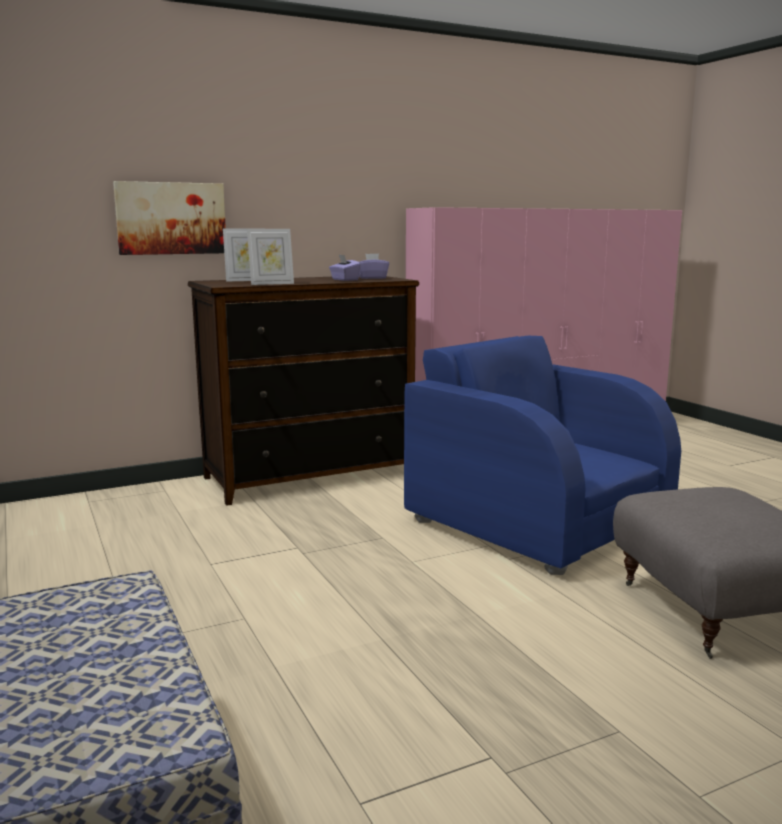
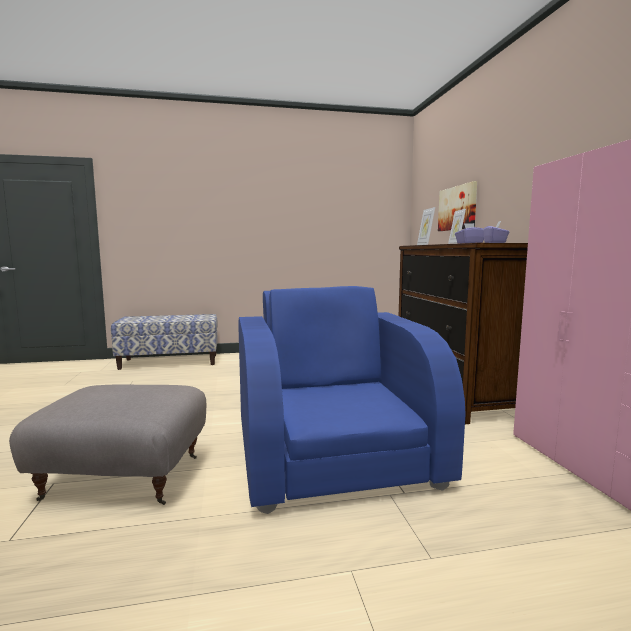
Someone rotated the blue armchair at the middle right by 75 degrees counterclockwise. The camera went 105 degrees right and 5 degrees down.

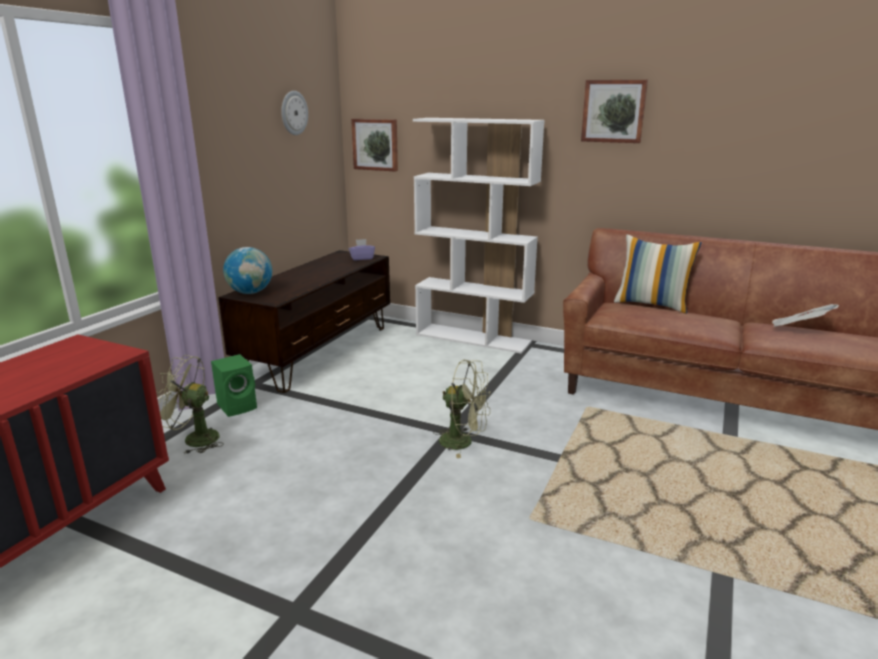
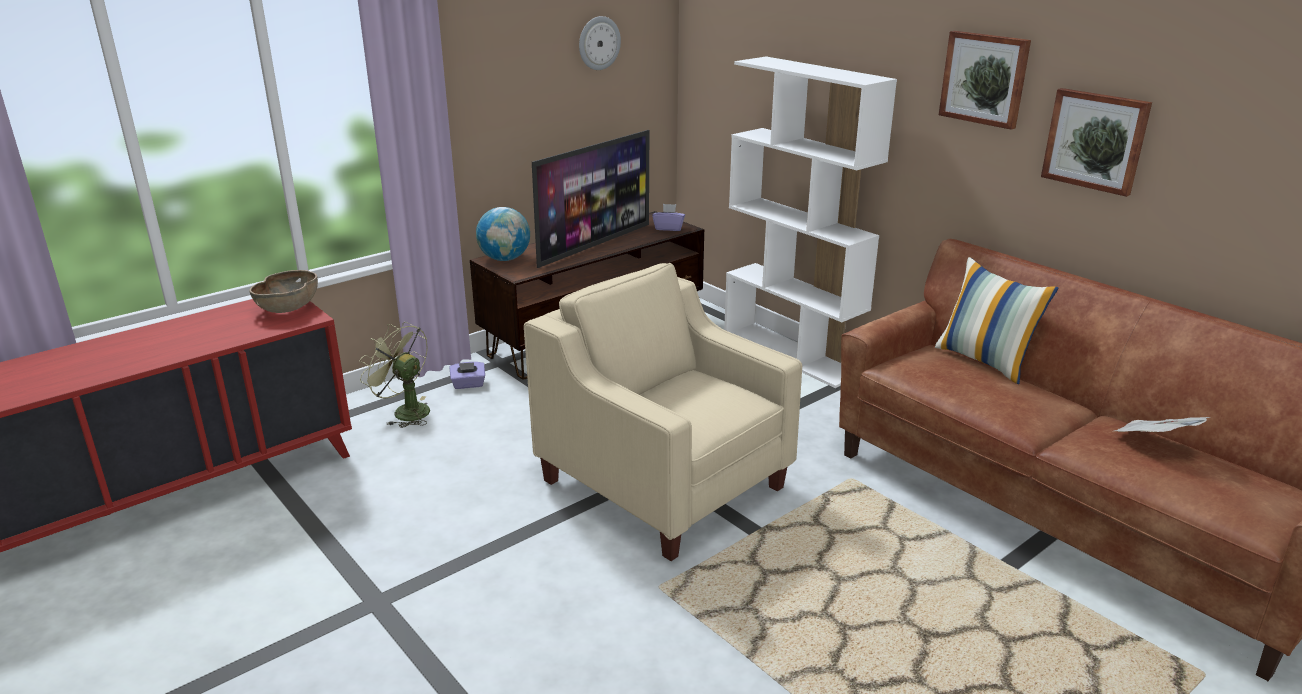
Someone put down the brown-coloured bowl at the middle left. Someone put down the television at the top centre. Someone carried the wall picture (no. 1 from left in the first image) from the top centre to the top right. Someone swapped the green-coloured audio speaker at the middle left for the purple tissue box (no. 1 from left) at the centre. Someone swapped the green-coloured electric fan (no. 2 from left) at the centre for the sand-coloured armchair at the centre. The camera went 25 degrees right and 5 degrees up.

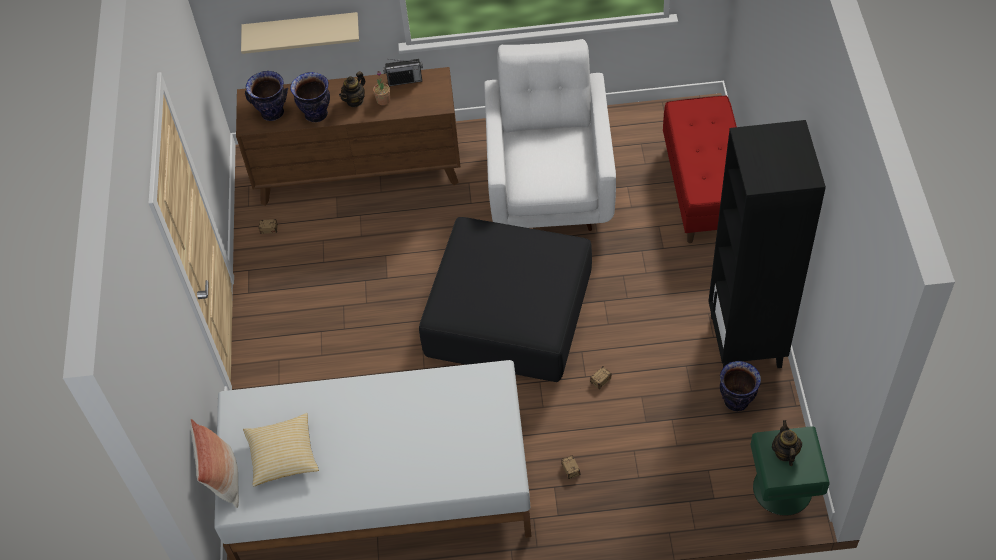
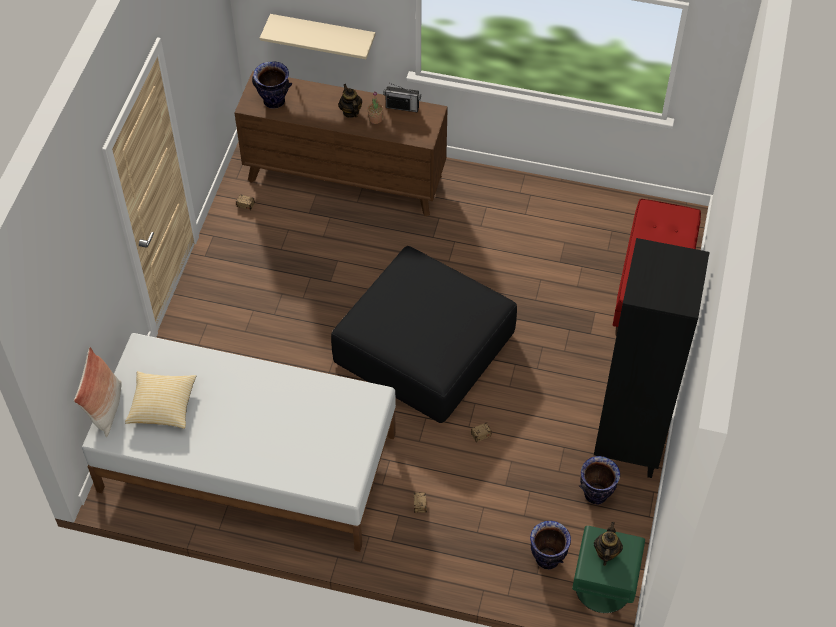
Someone took away the white armchair at the top centre. Someone carried the decorative vase (no. 2 from left) from the top left to the bottom centre. Someone rotated the pot for tea (no. 1 from left) at the top centre by 105 degrees clockwise. The camera went 15 degrees right and 0 degrees up.

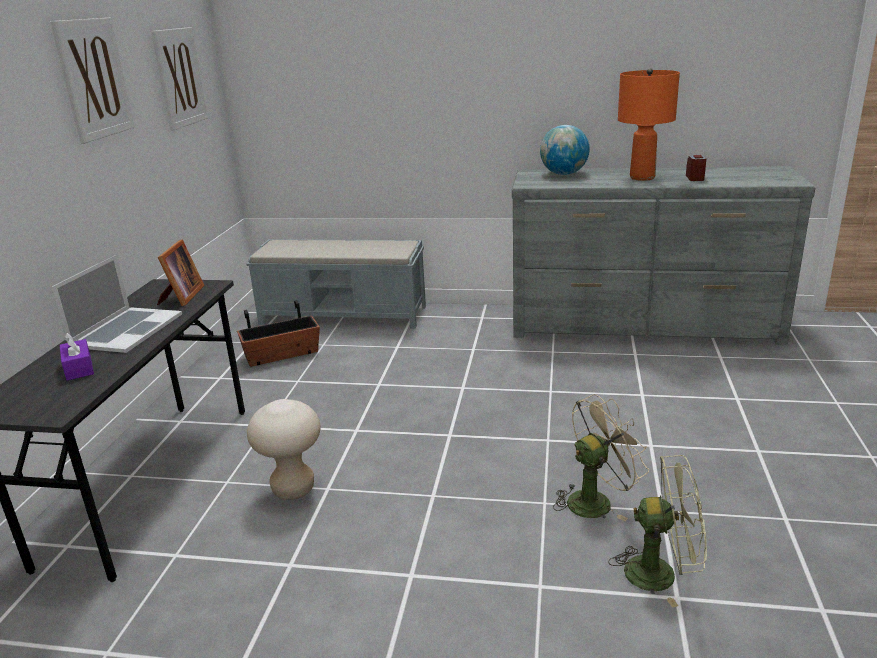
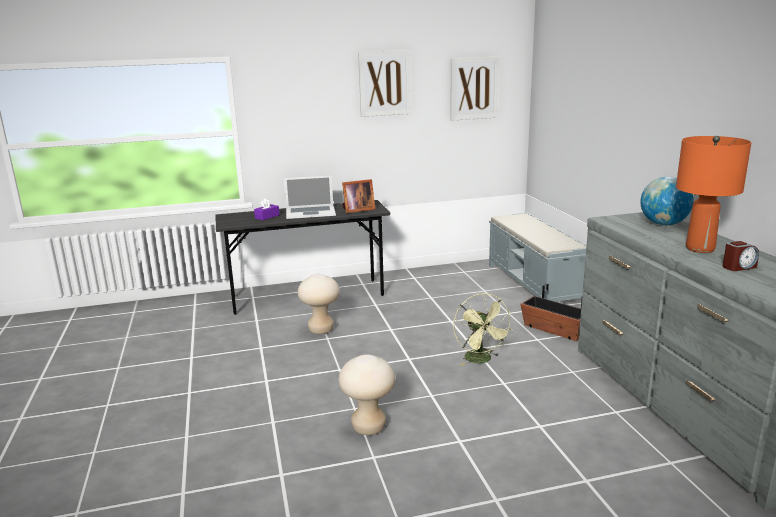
Someone carried the plant pot from the middle left to the middle right. Someone carried the green-coloured electric fan from the bottom right to the centre. Someone swapped the sand-coloured electric fan at the bottom right for the sand-coloured sitting stool (no. 2 from left) at the bottom centre. The camera went 65 degrees right and 5 degrees down.

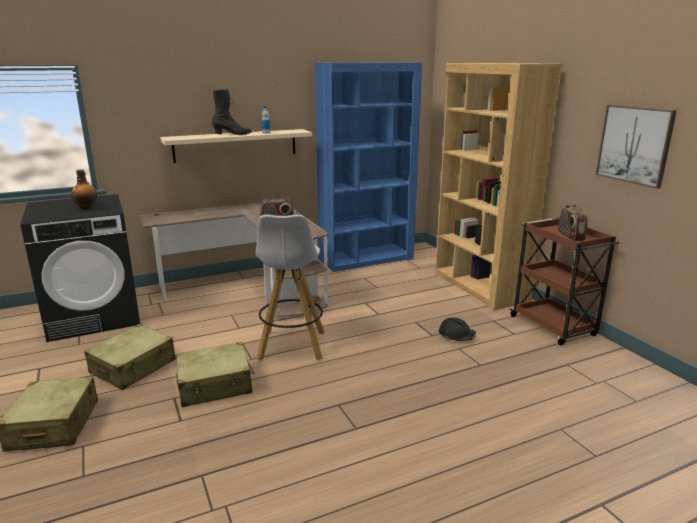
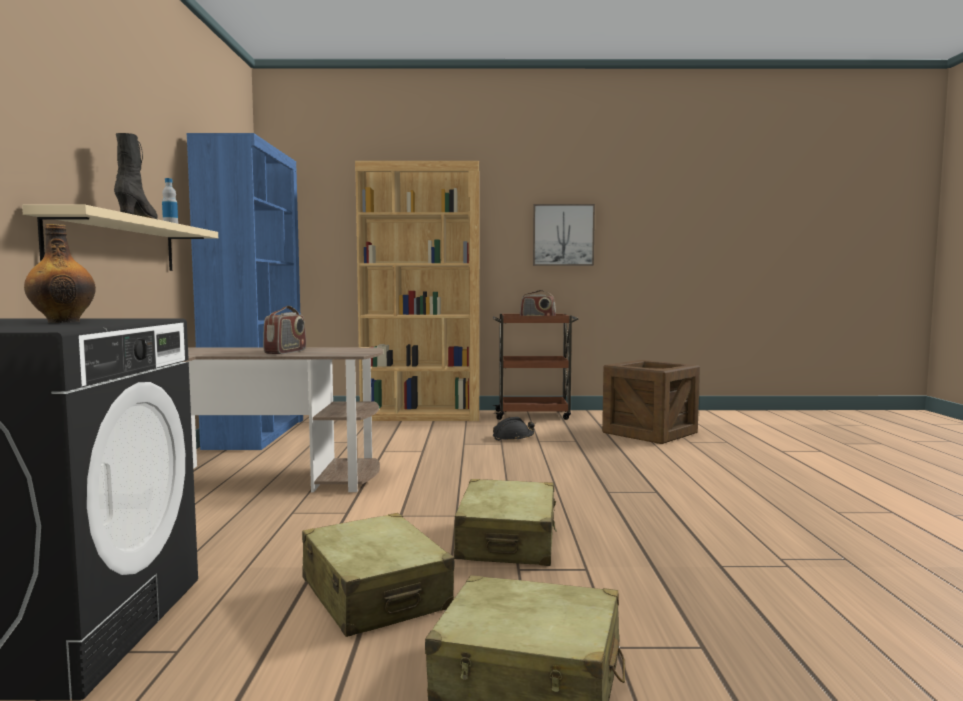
Someone took away the white sitting stool at the centre. Someone put down the packing crate at the middle right. The camera went 65 degrees left and 15 degrees down.

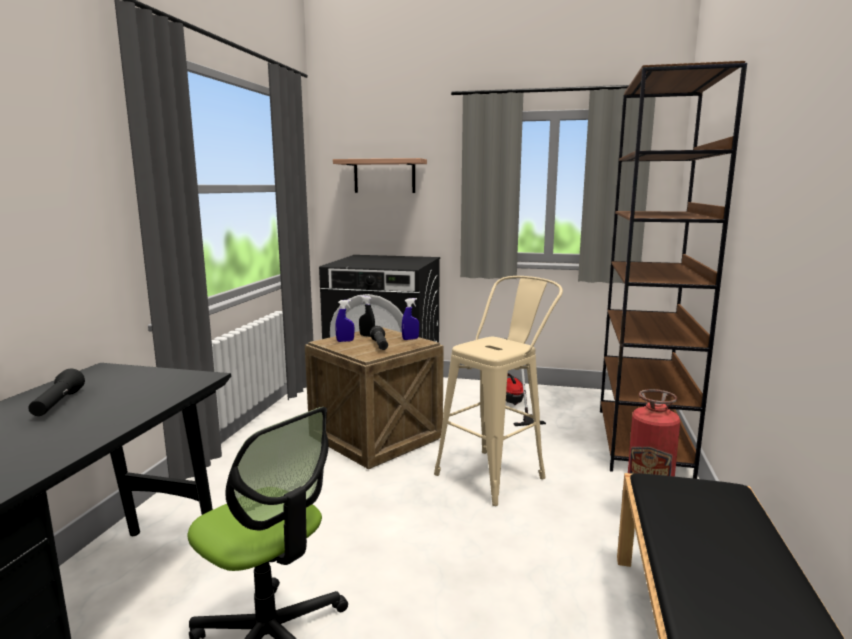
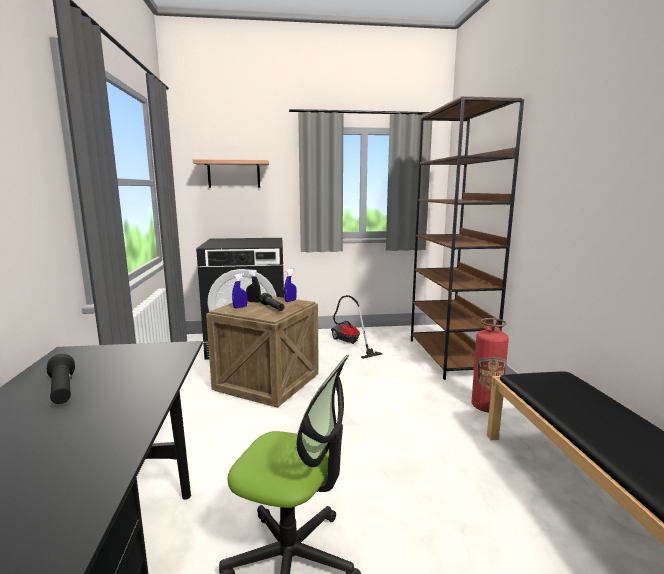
Someone took away the sand-coloured sitting stool at the centre. The camera went 20 degrees left and 0 degrees up.

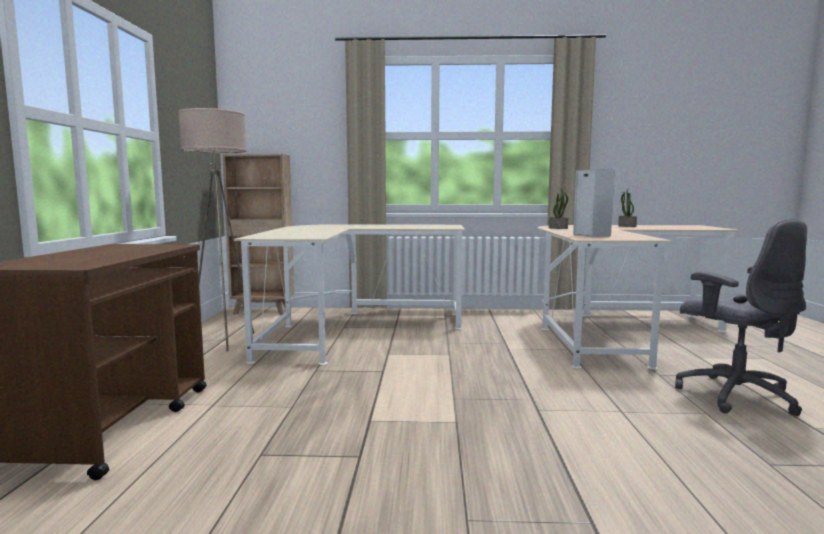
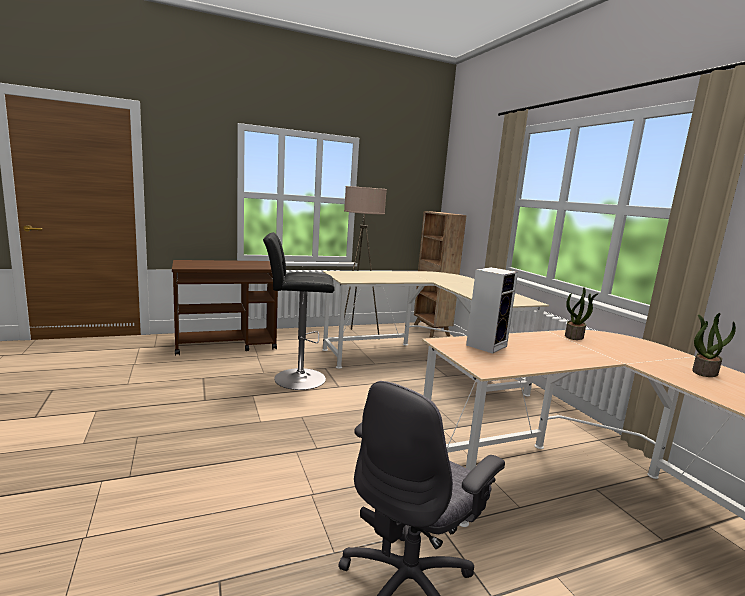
Someone put down the black-coloured sitting stool at the centre. The camera went 65 degrees right and 5 degrees up.

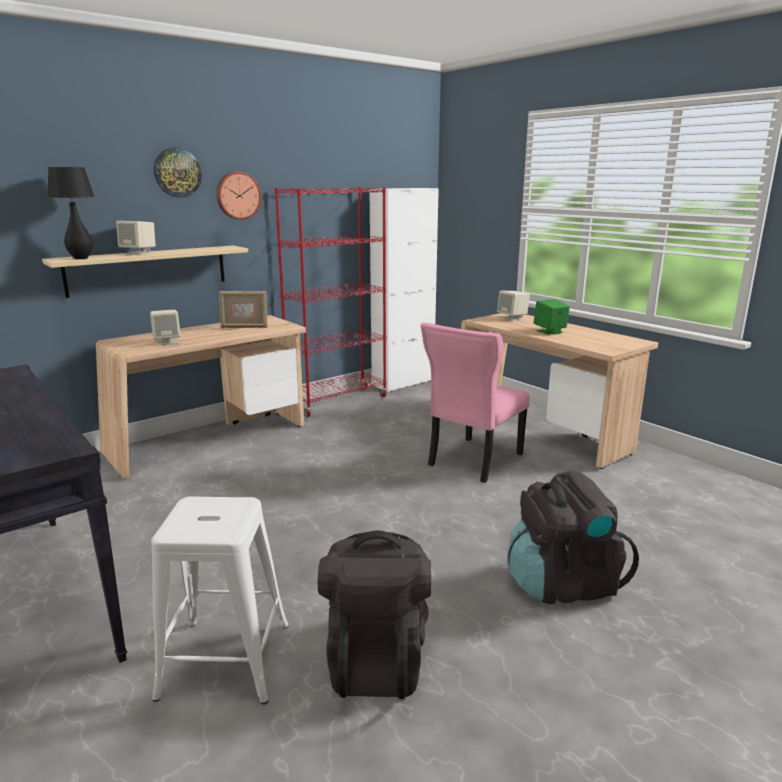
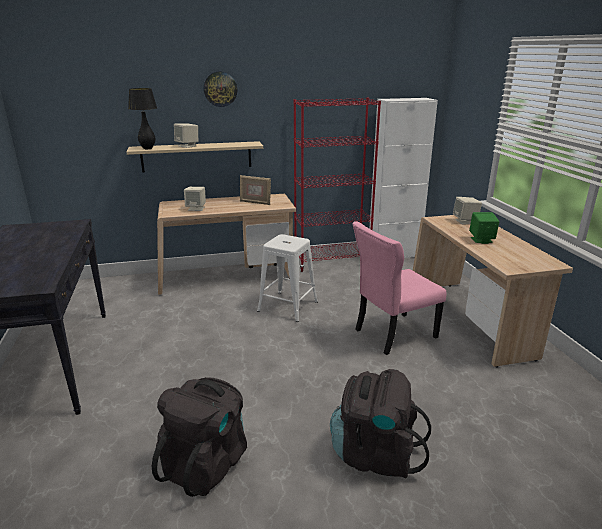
Someone took away the wall clock (no. 2 from left) at the top left. Someone carried the white sitting stool from the bottom left to the centre. The camera went 25 degrees right and 5 degrees up.

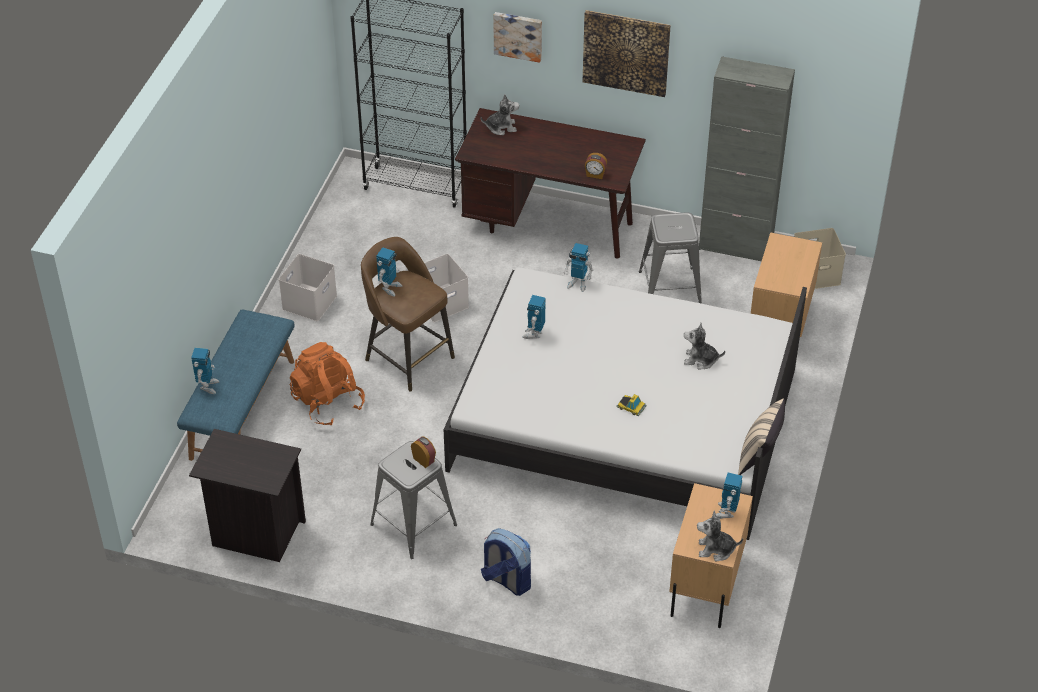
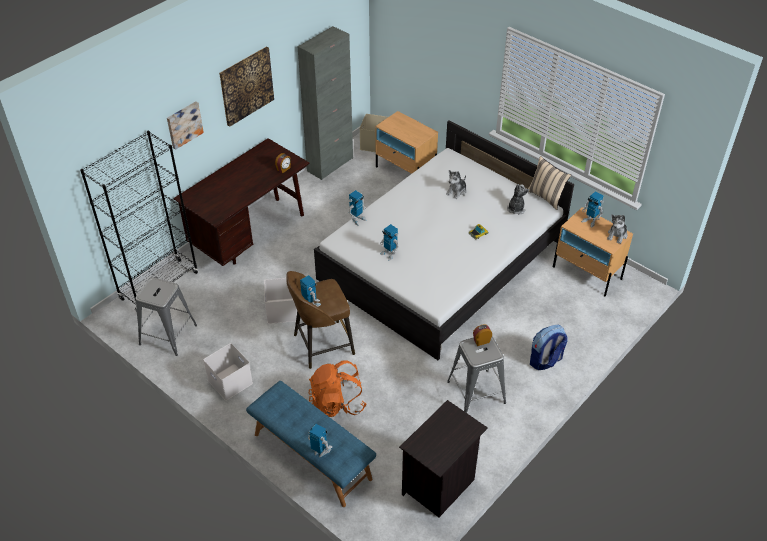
Someone carried the soft toy (no. 1 from left in the first image) from the top centre to the middle right. Someone carried the gray sitting stool (no. 2 from left in the first image) from the centre to the middle left. The camera went 65 degrees left and 0 degrees up.

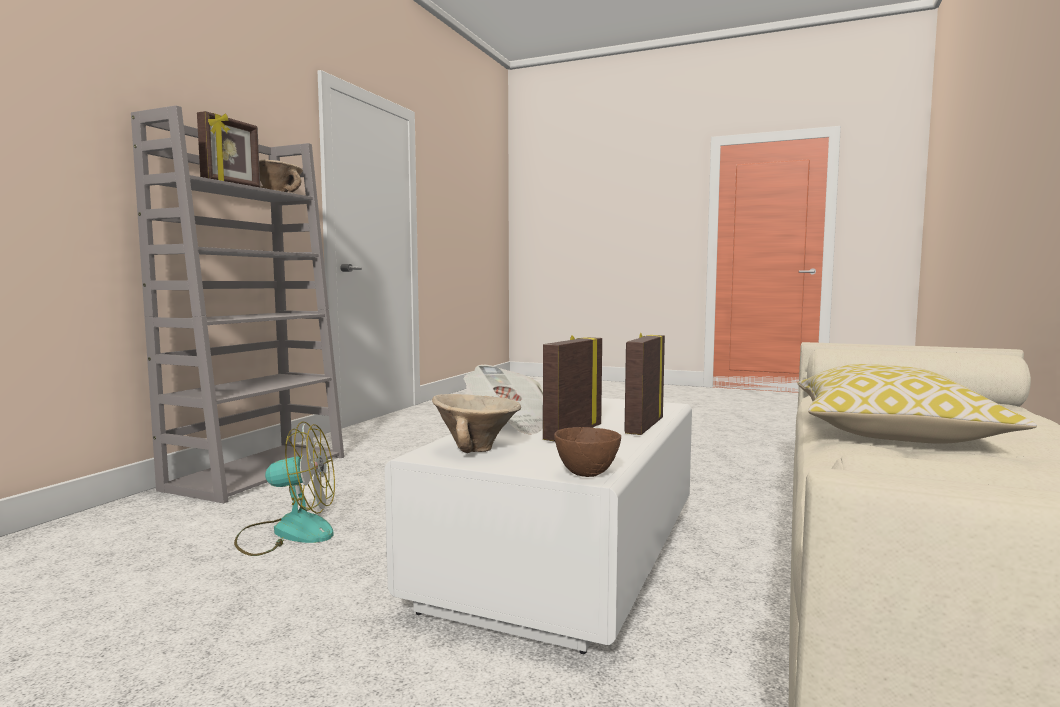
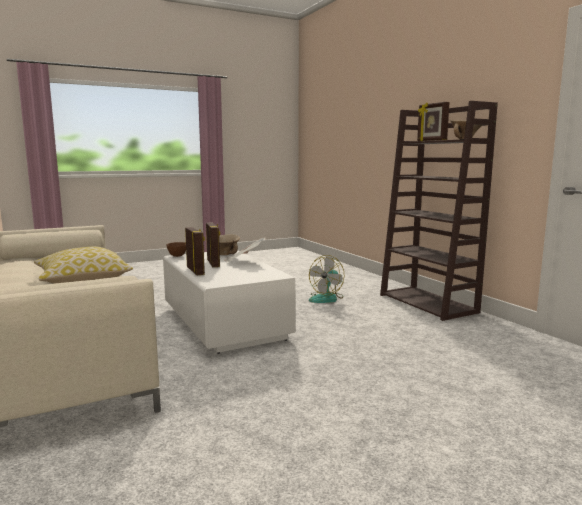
Someone repainted the gray bookshelf at the middle left, which became the brown-coloured bookshelf at the middle right. The camera went 130 degrees right and 5 degrees up.

